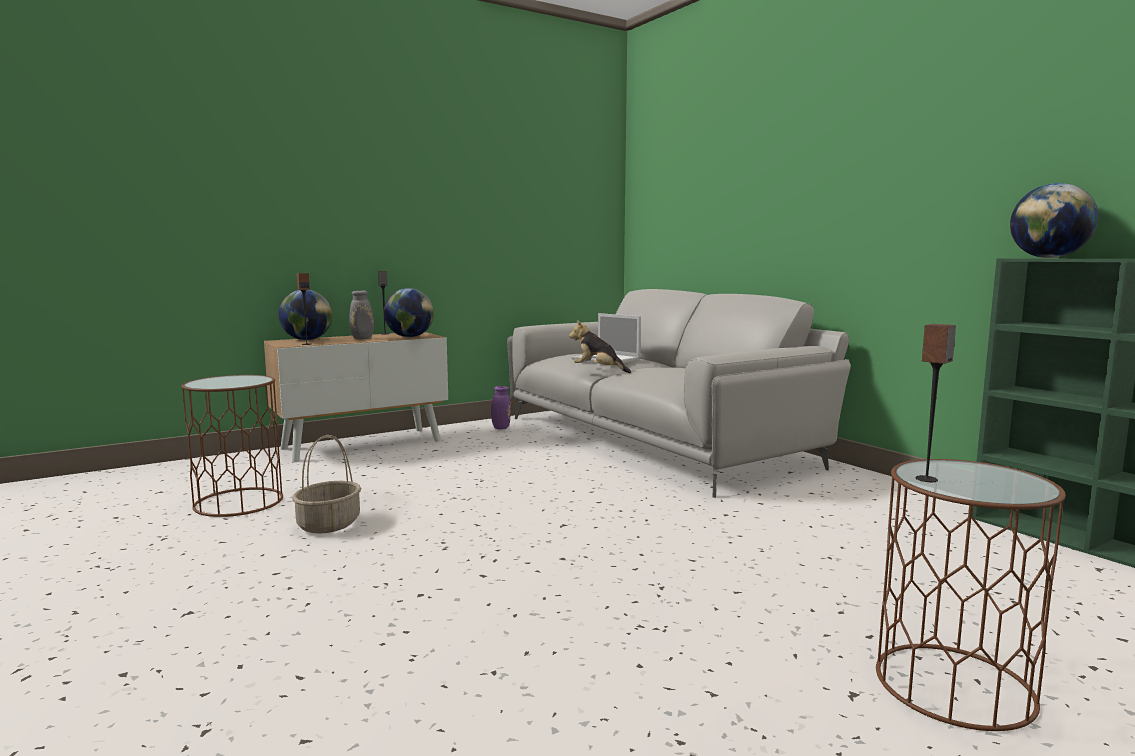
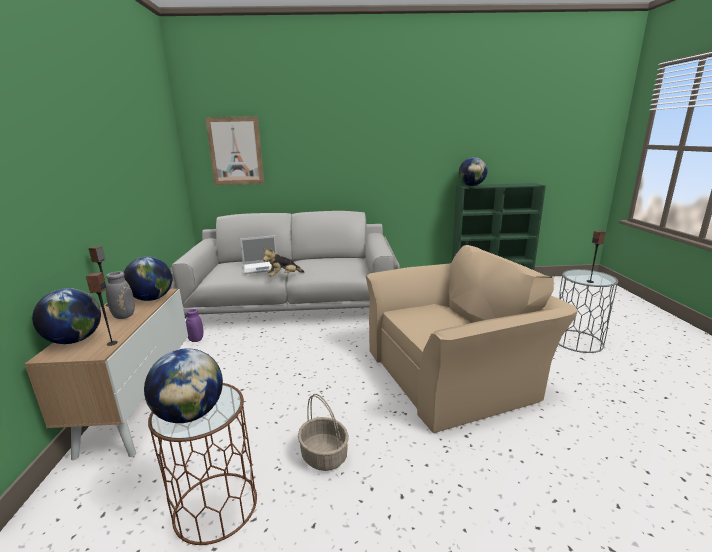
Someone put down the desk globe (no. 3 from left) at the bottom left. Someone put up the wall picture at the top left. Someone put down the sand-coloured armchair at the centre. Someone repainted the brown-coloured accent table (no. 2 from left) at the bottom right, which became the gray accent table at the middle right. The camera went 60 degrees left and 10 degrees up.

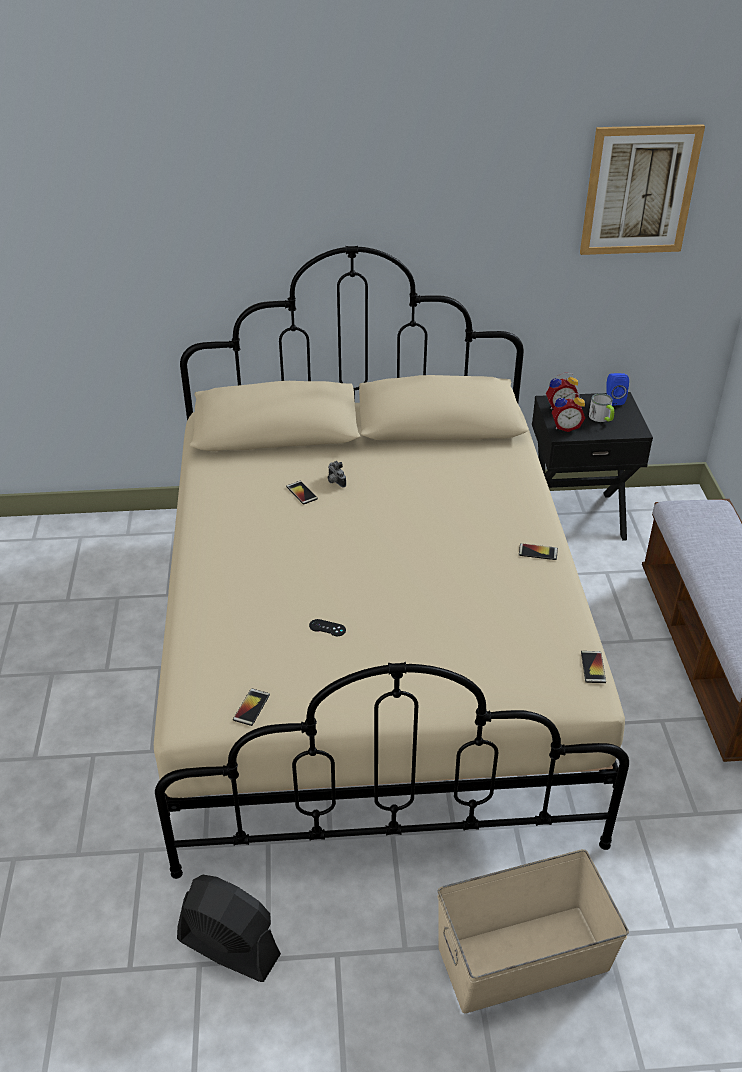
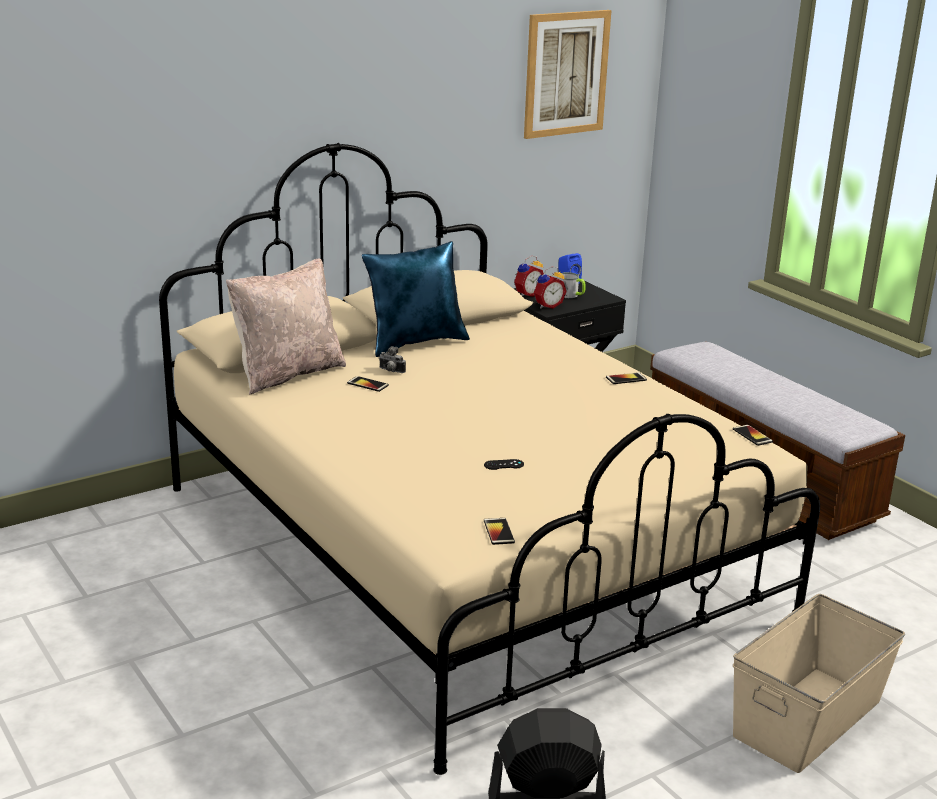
Someone put down the sand-coloured throw pillow at the middle left. Someone put down the blue throw pillow at the centre. The camera went 30 degrees left and 15 degrees down.

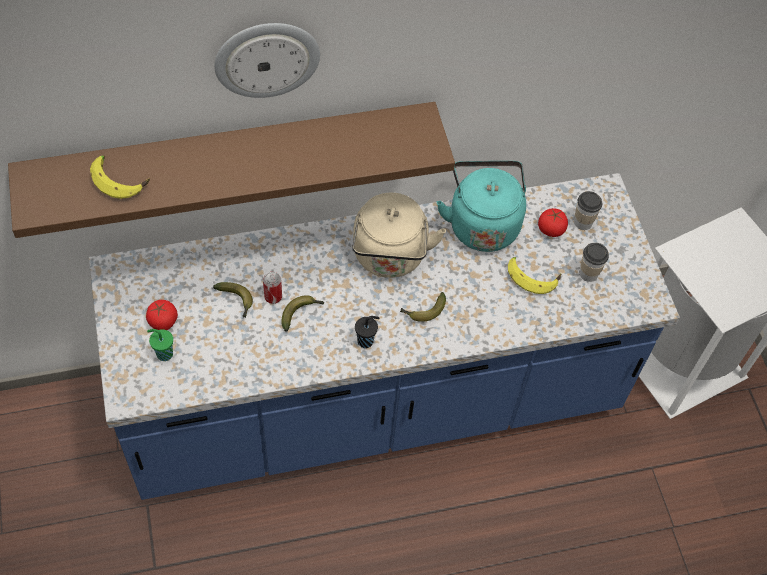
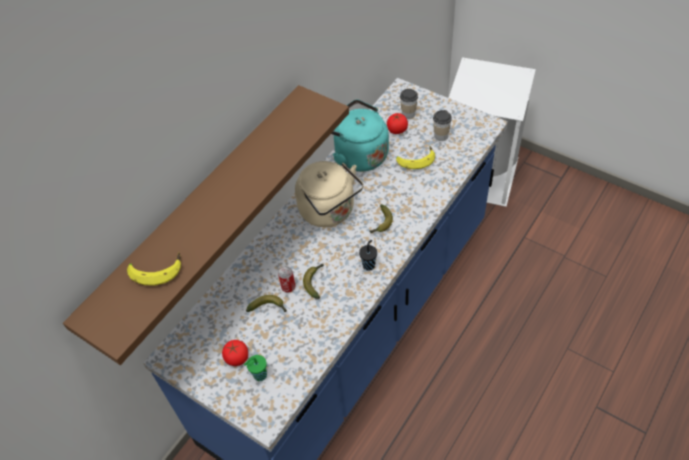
Someone took away the wall clock at the top centre. The camera went 35 degrees left and 5 degrees down.

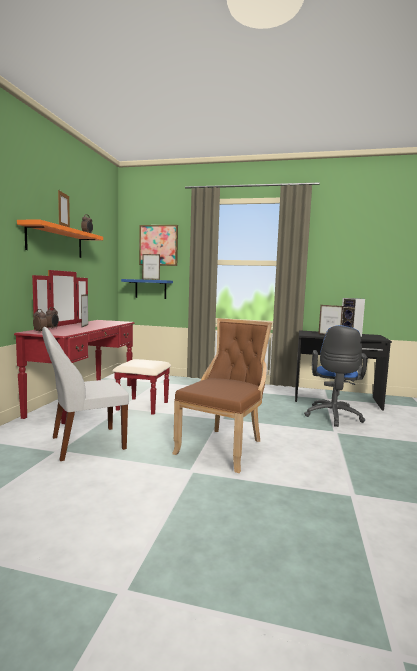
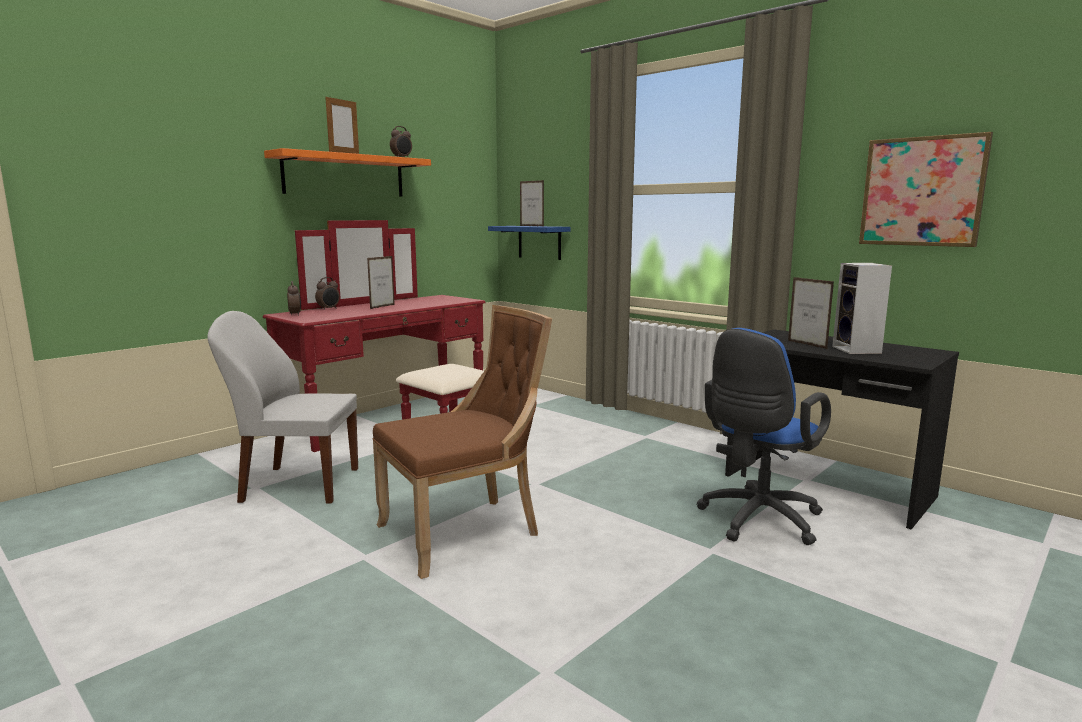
Someone carried the wall picture from the centre to the top right. The camera went 30 degrees right and 5 degrees up.

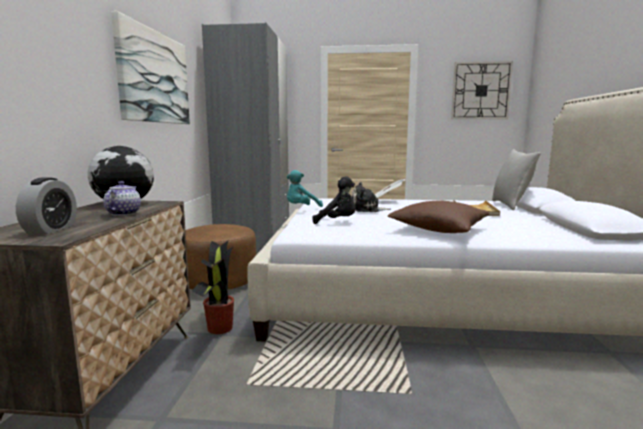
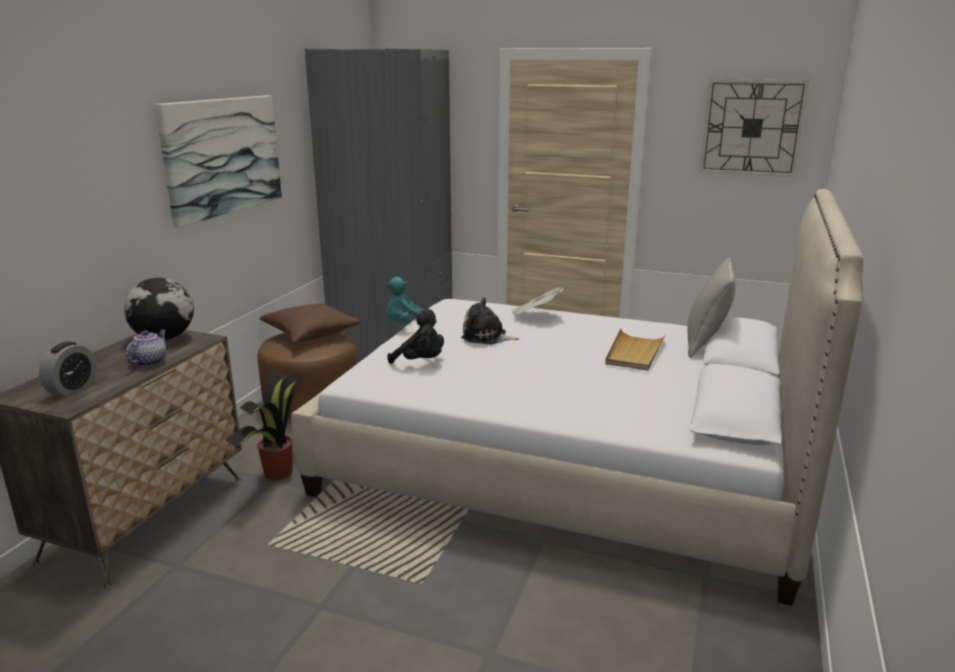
Someone carried the brown-coloured throw pillow from the middle right to the middle left. The camera went 15 degrees right and 10 degrees up.

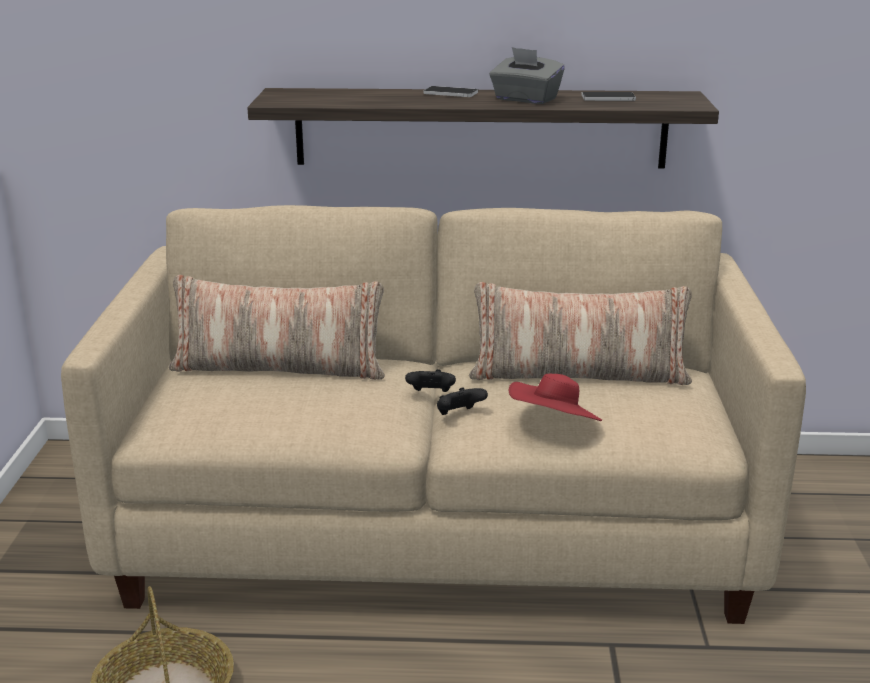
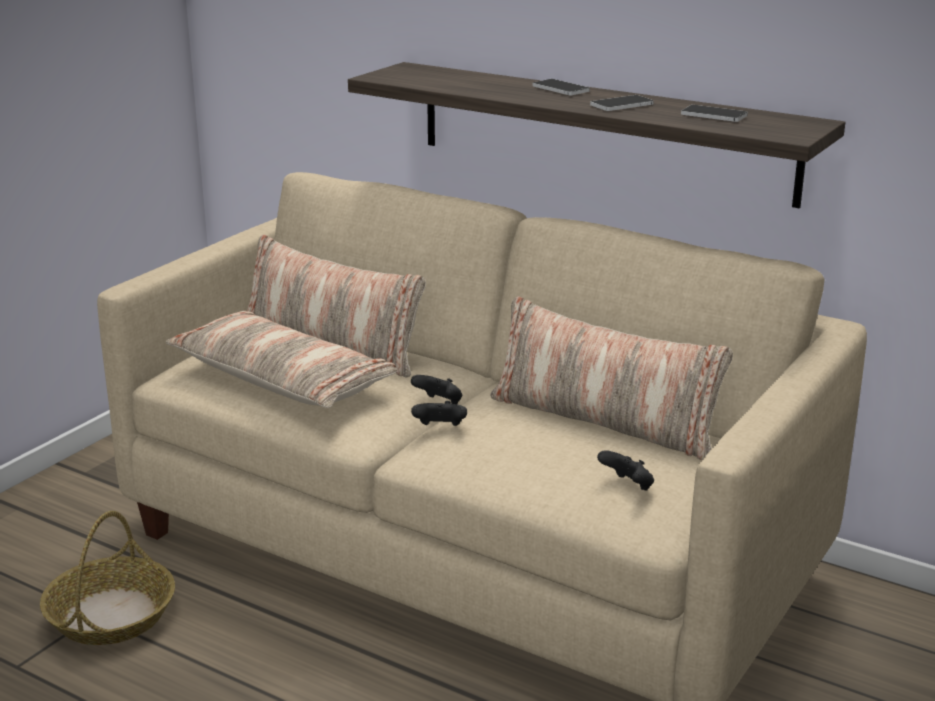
Someone took away the red wearable hat at the centre. Someone put down the throw pillow (no. 1 from left) at the middle left. Someone put down the black-coloured joypad (no. 3 from left) at the bottom right. Someone swapped the gray tissue box at the top centre for the phone (no. 2 from left) at the top centre. The camera went 30 degrees right and 0 degrees up.

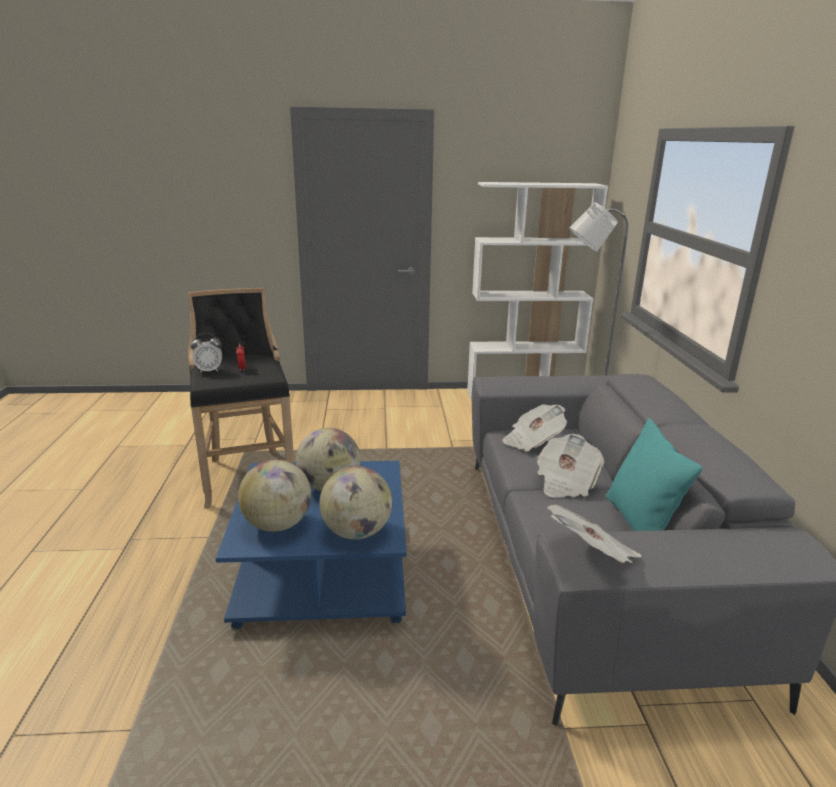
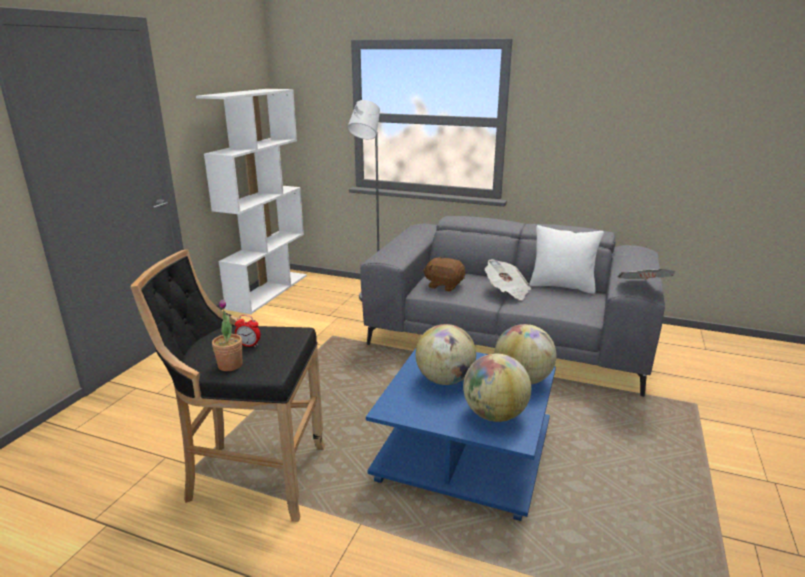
Someone swapped the table clock (no. 1 from left) at the middle left for the potted plant at the middle left. Someone swapped the printed paper (no. 1 from left) at the centre for the brown-coloured soft toy at the centre. Someone repainted the turquoise throw pillow at the middle right, which became the white throw pillow at the middle right. The camera went 65 degrees left and 0 degrees up.

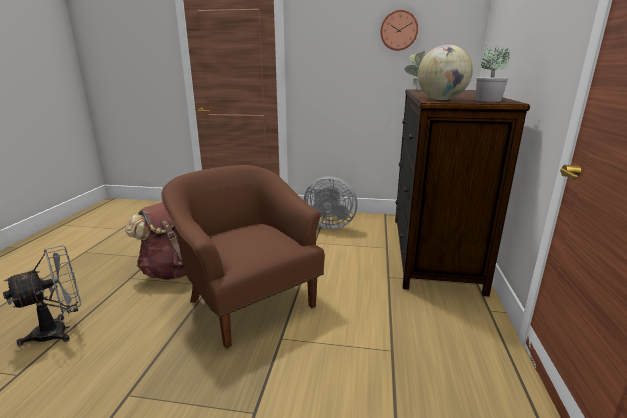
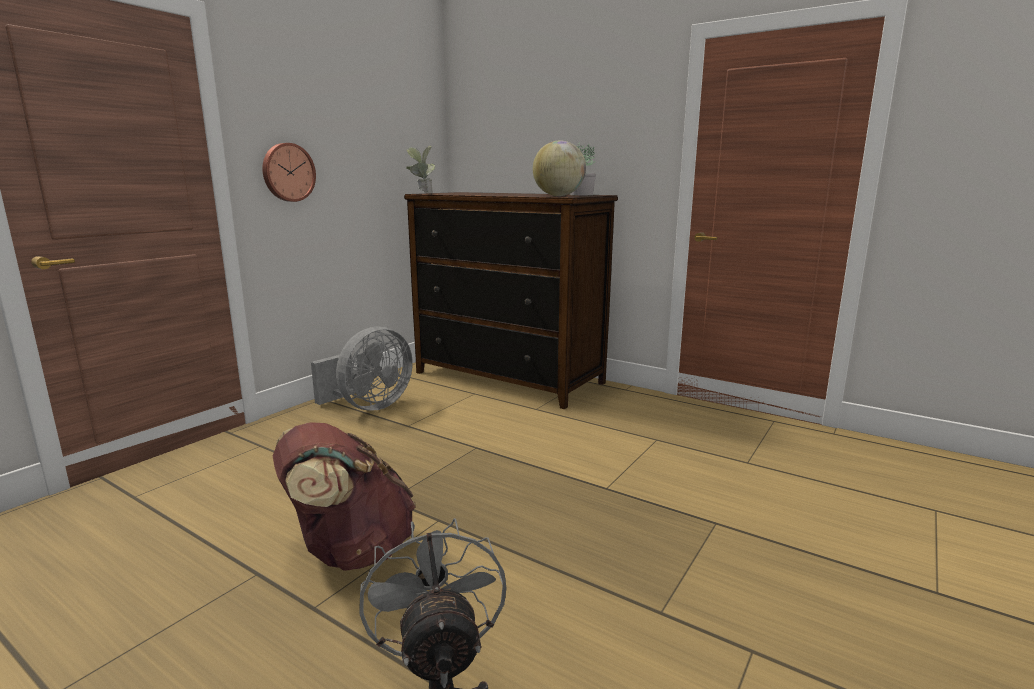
Someone took away the brown-coloured armchair at the centre. Someone carried the wall clock from the top centre to the top left. The camera went 65 degrees left and 5 degrees down.

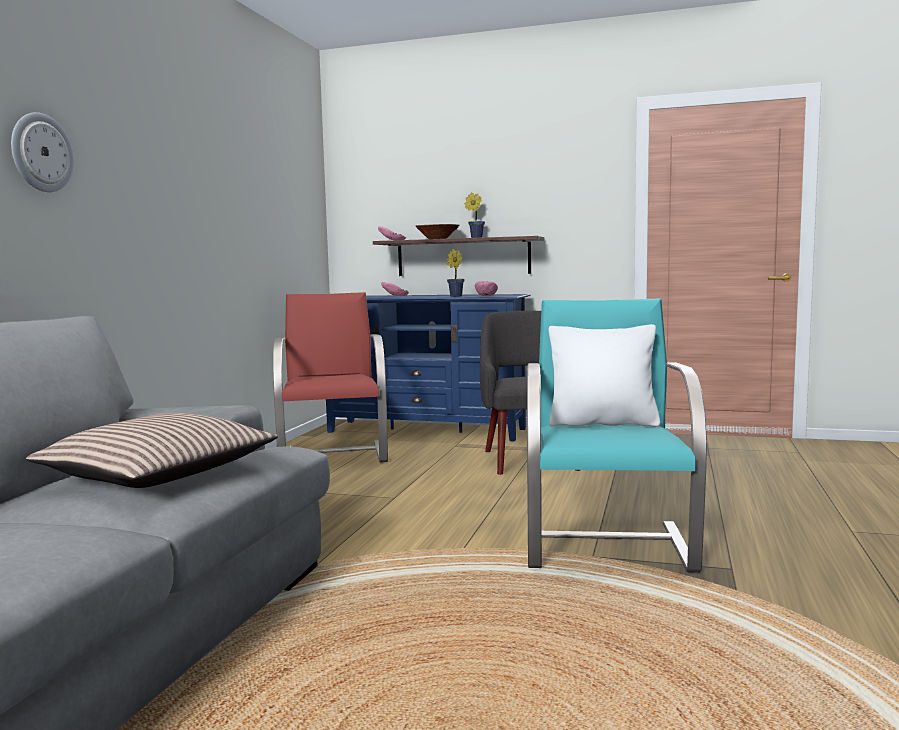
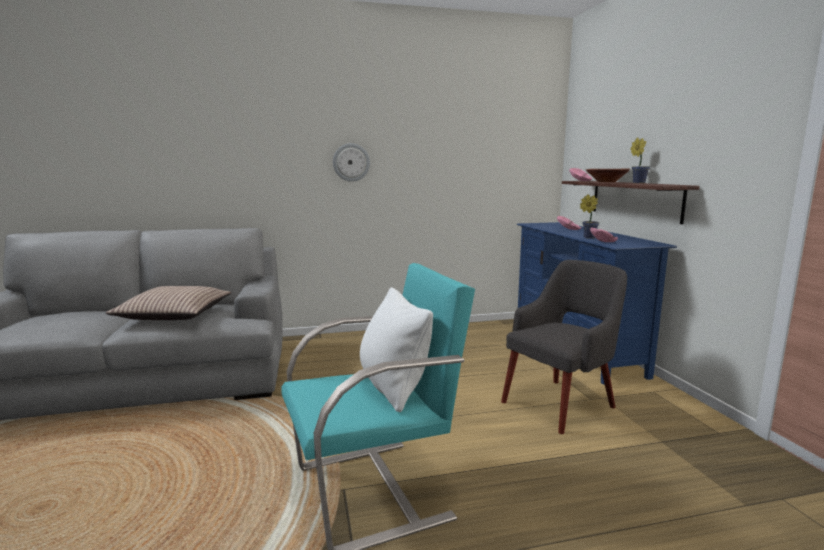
Someone took away the red armchair at the centre. Someone carried the wall clock from the top left to the top centre. The camera went 60 degrees right and 5 degrees up.

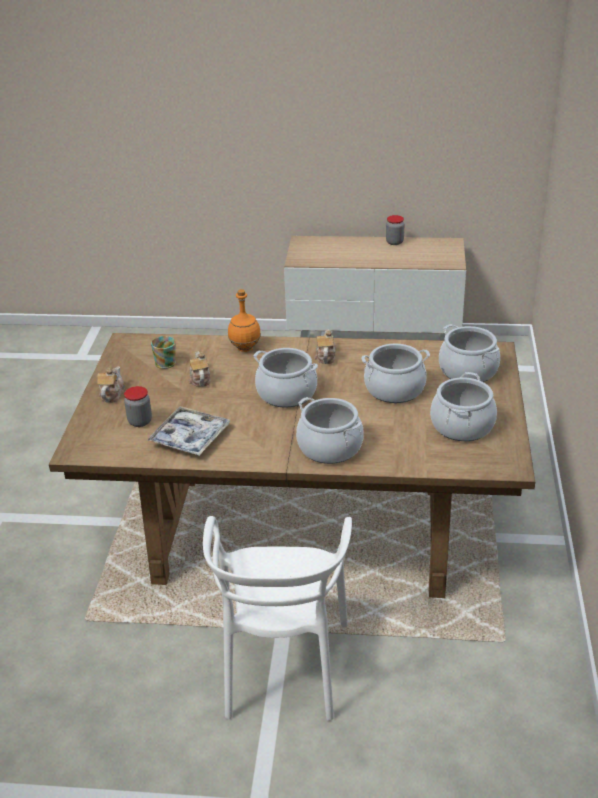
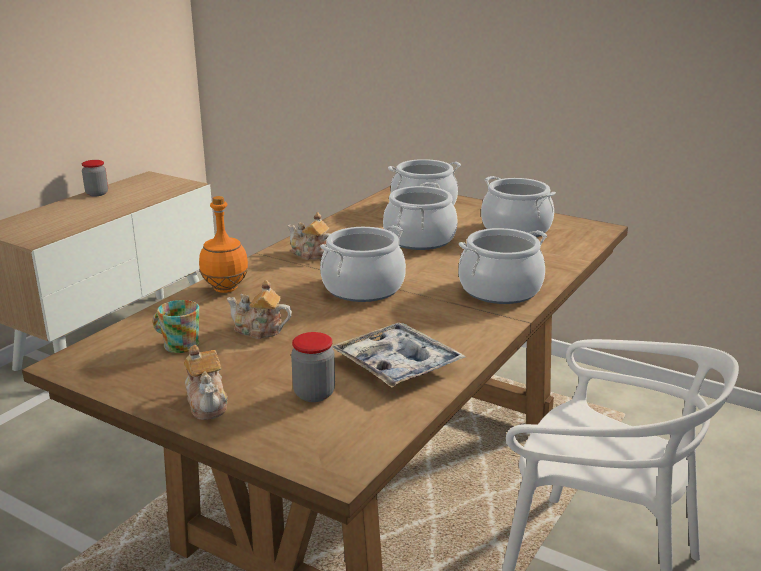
Someone rotated the pot for tea (no. 1 from left) at the middle left by 150 degrees counterclockwise. The camera went 65 degrees left and 10 degrees down.

